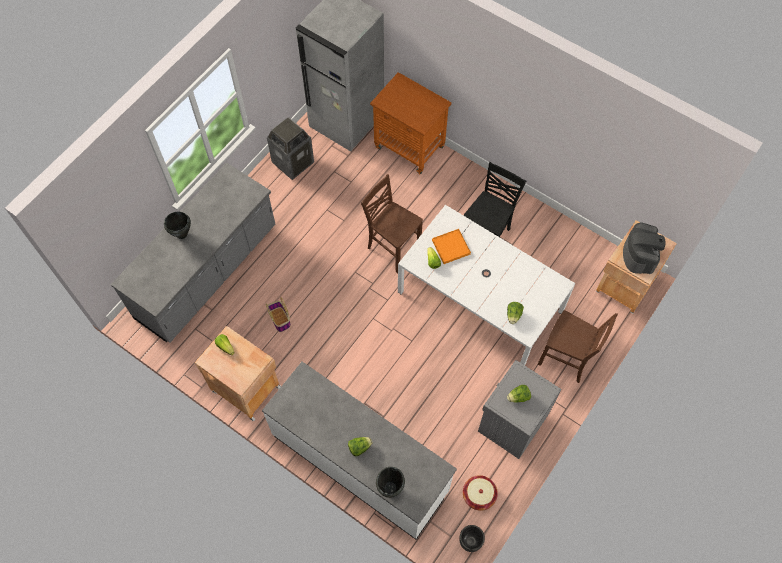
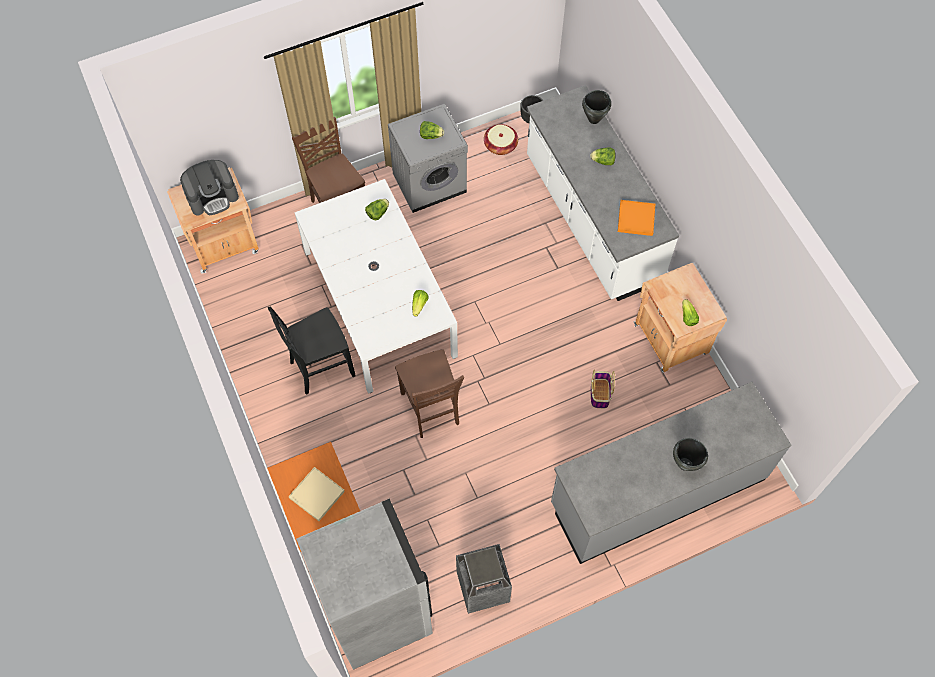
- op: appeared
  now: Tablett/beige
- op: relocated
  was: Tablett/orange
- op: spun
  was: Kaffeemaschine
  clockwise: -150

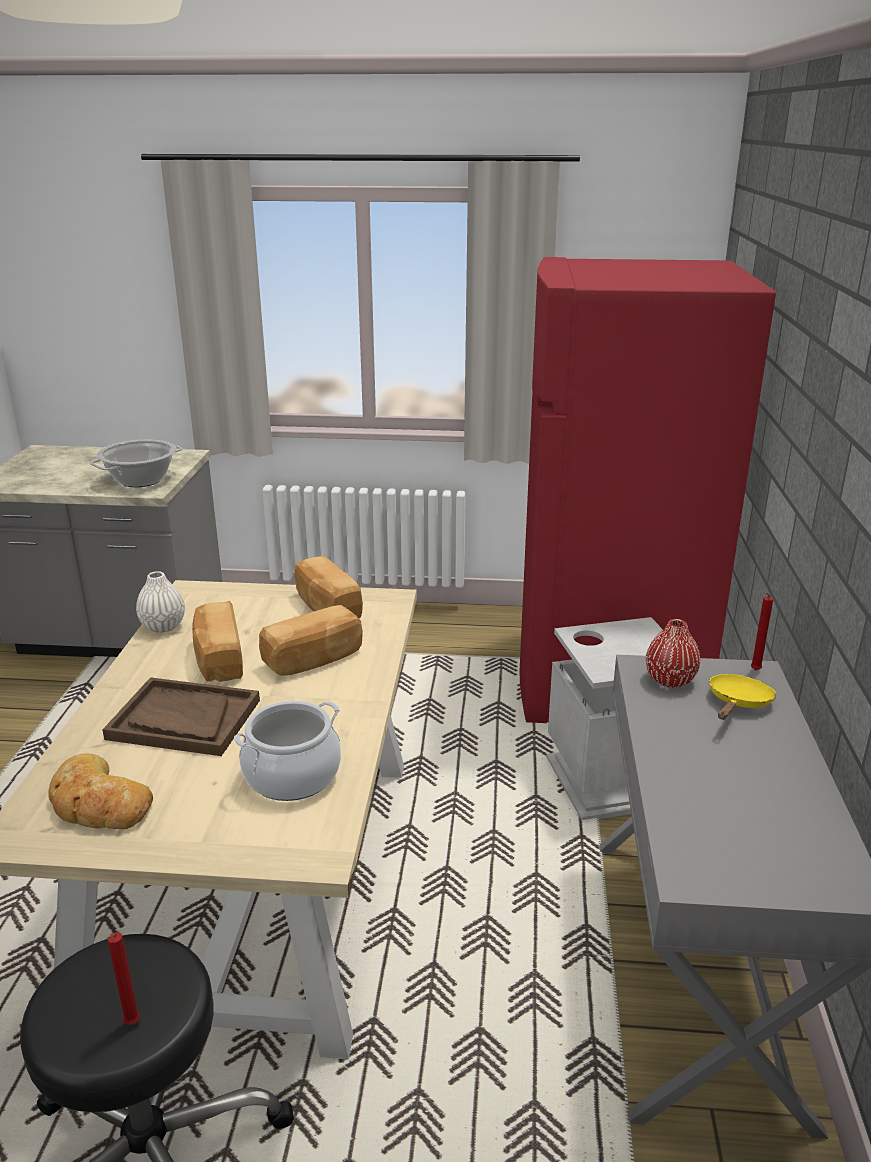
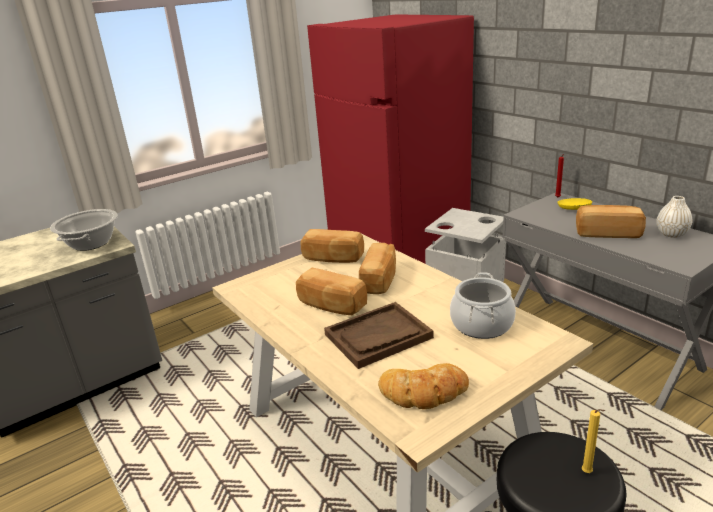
- op: missing
  was: Vase/rot
- op: appeared
  now: Brot (no. 5 from left)
- op: relocated
  was: Vase/weiß
- op: colour
  was: Kerze/rot (no. 1 from left)
  now: Kerze/gelb

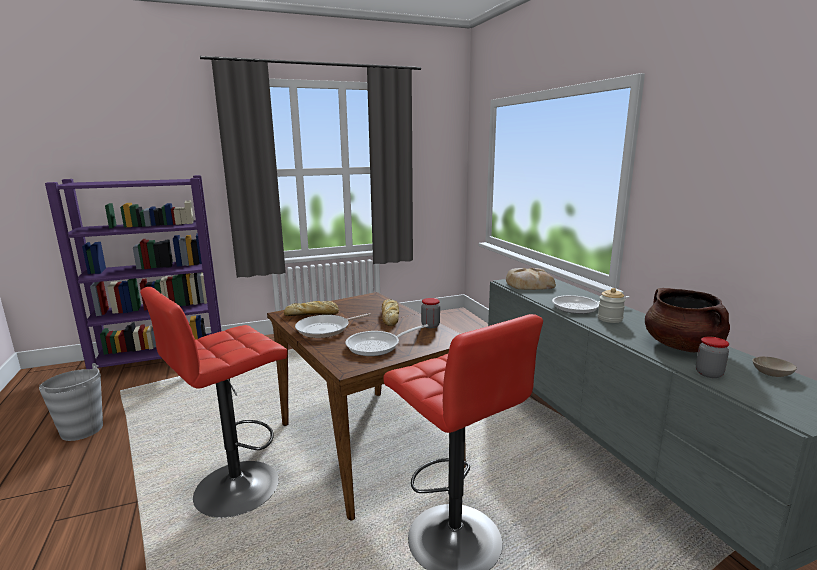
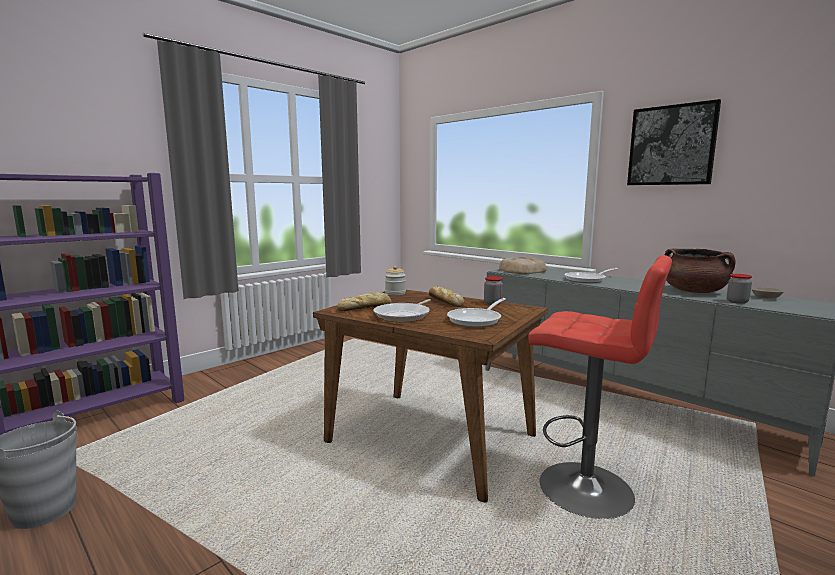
- op: missing
  was: Hocker/rot (no. 1 from left)
- op: appeared
  now: Bild
- op: relocated
  was: Vorratsglas (no. 2 from left in the first image)
  now: Vorratsglas (no. 1 from left)

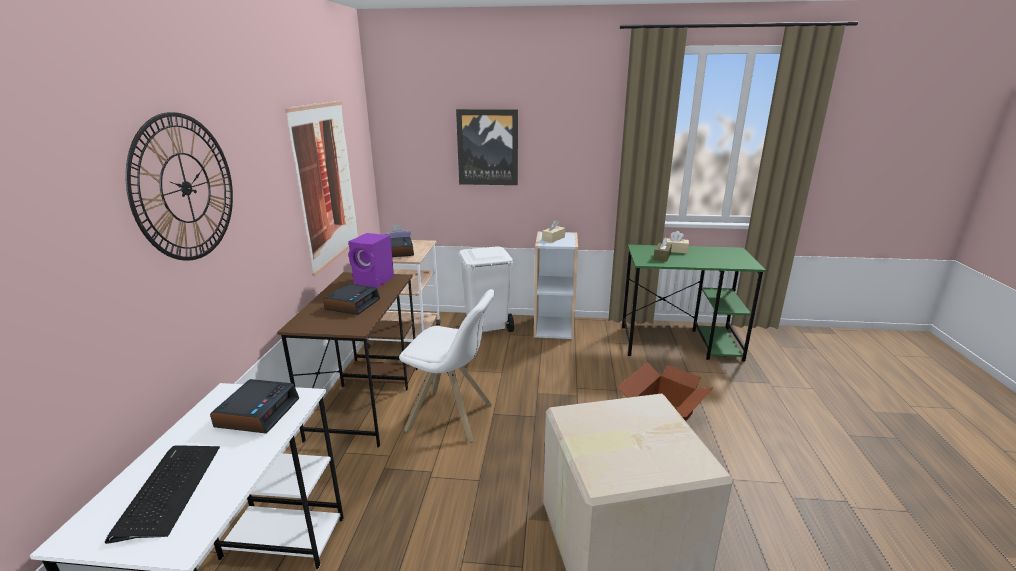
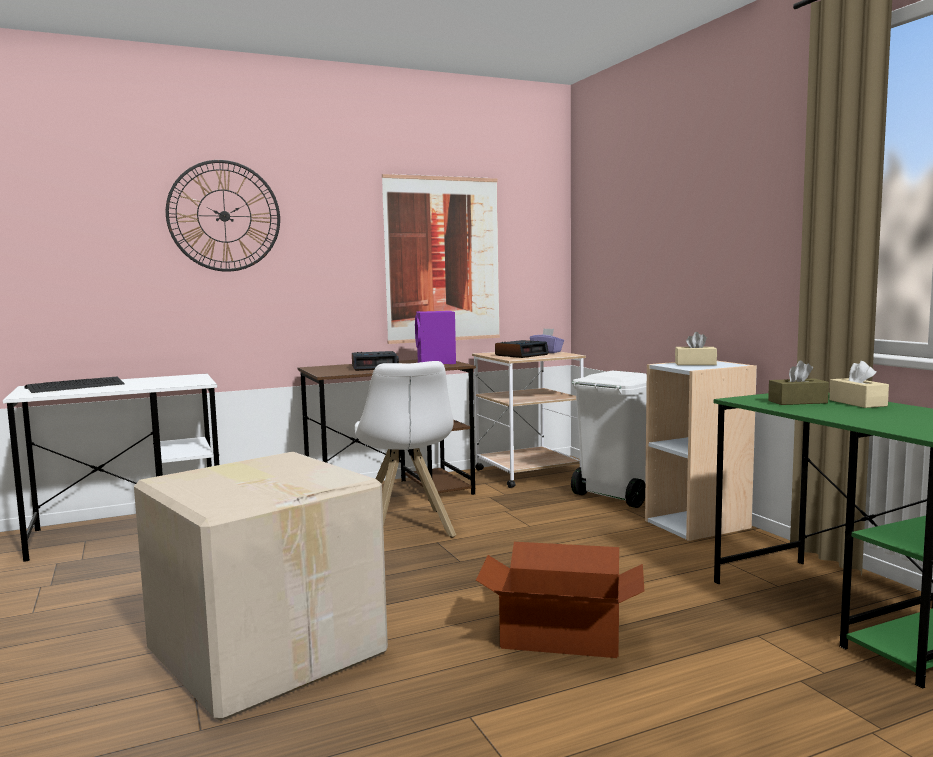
- op: missing
  was: Wecker (no. 1 from left)
- op: missing
  was: Bild (no. 2 from left)

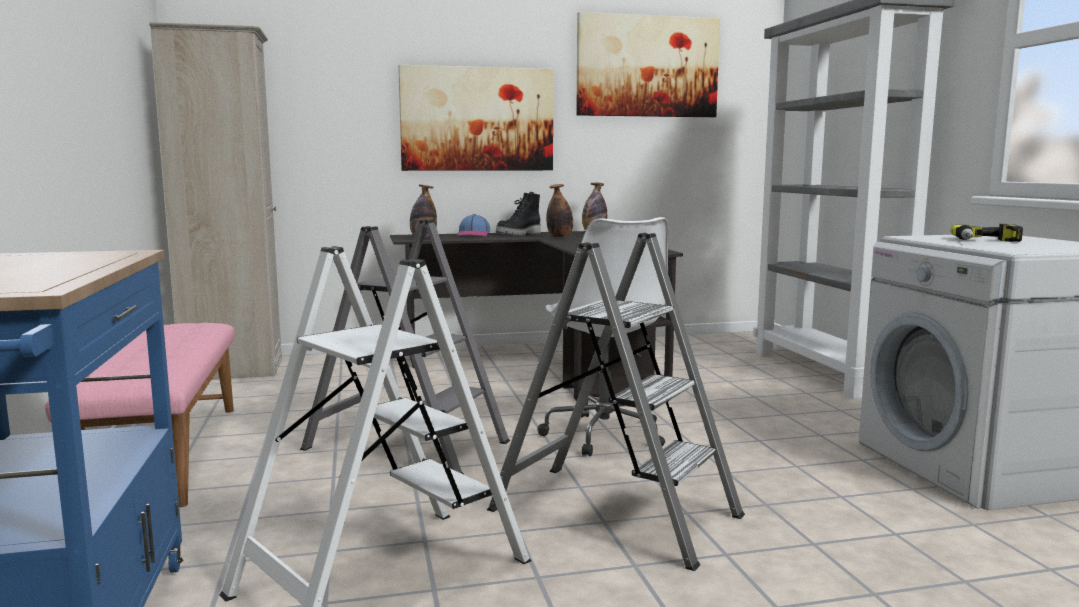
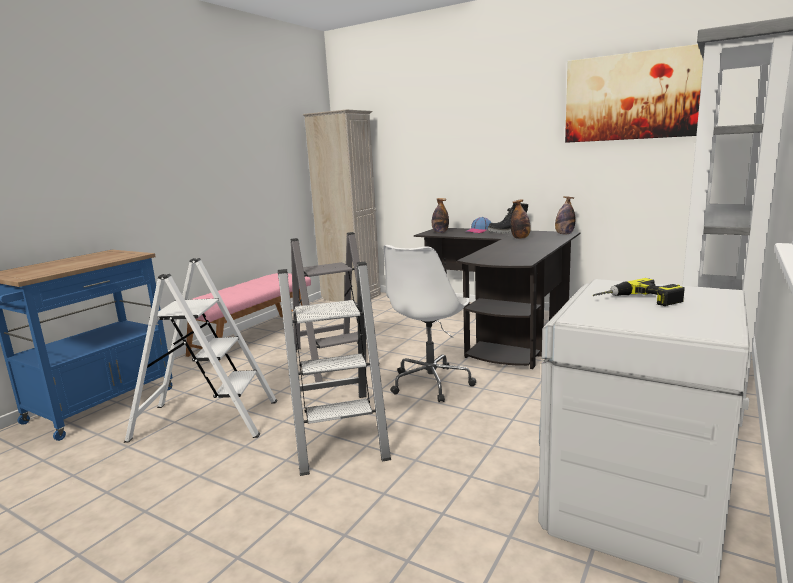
- op: missing
  was: Bild (no. 1 from left)

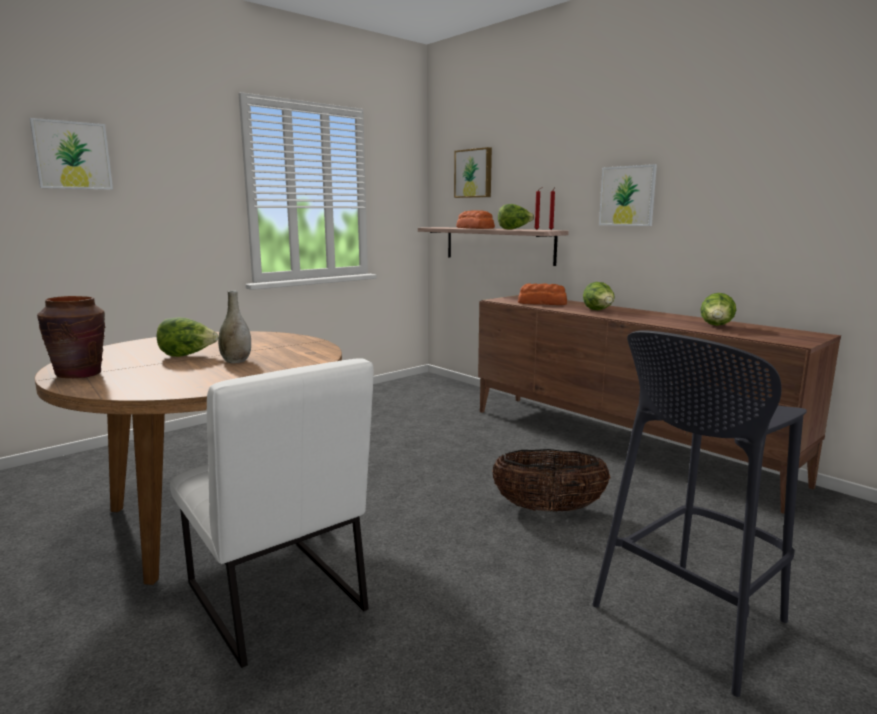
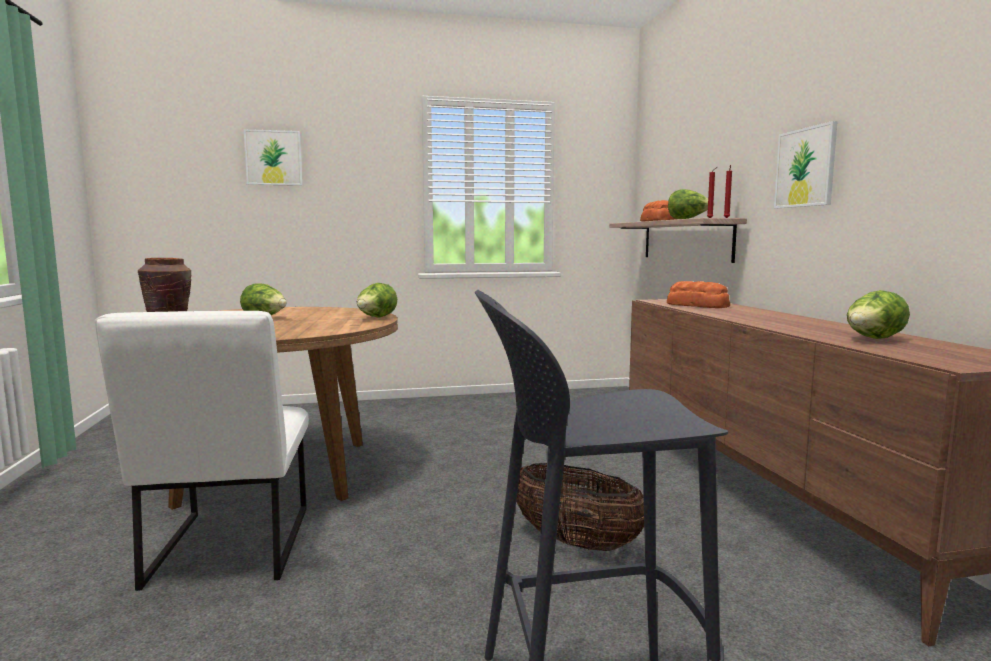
- op: missing
  was: Vase/grau
- op: missing
  was: Bild (no. 2 from left)
- op: relocated
  was: Salatkopf (no. 3 from left in the first image)
  now: Salatkopf (no. 2 from left)

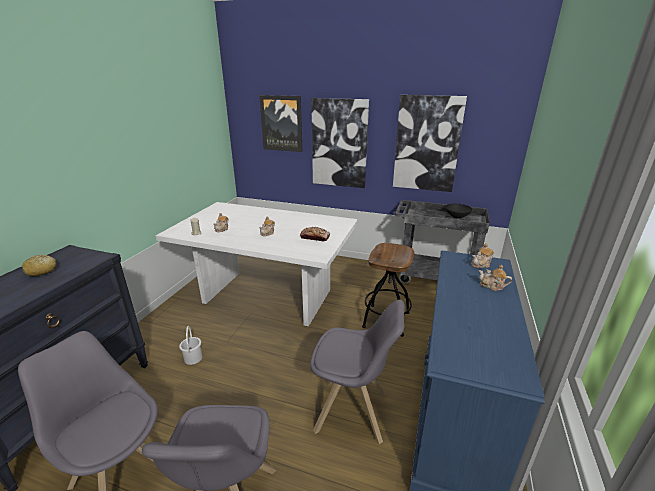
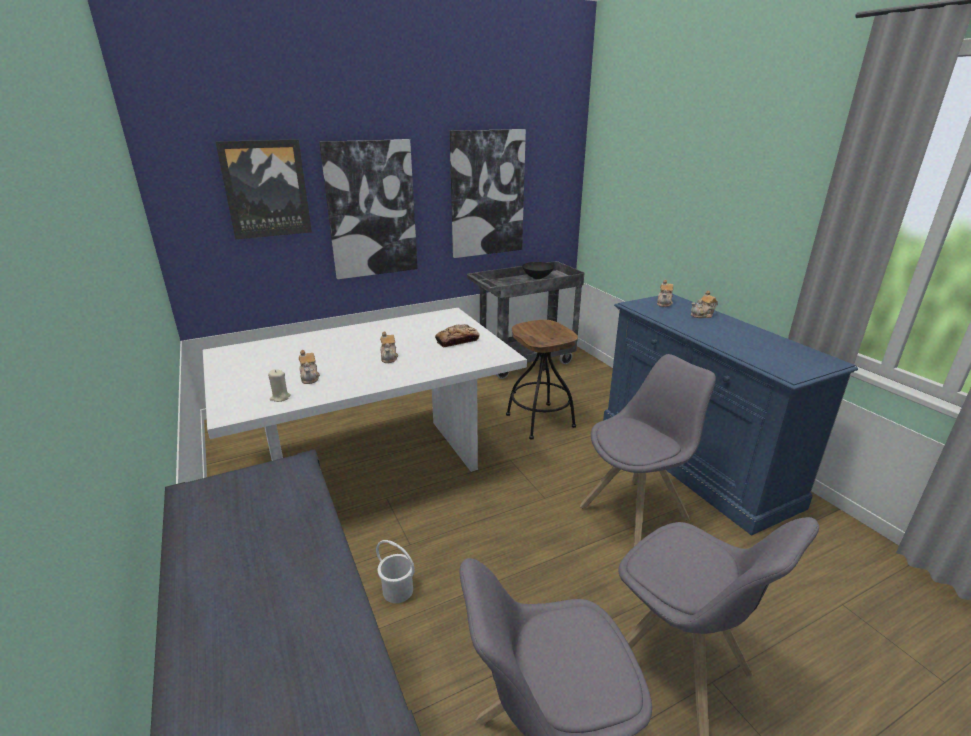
- op: missing
  was: Brot (no. 1 from left)

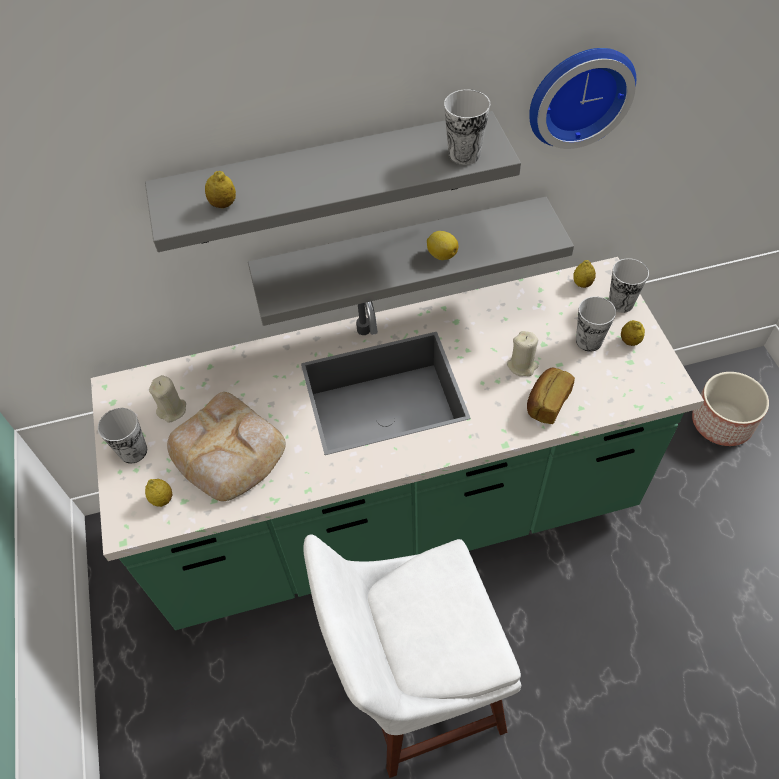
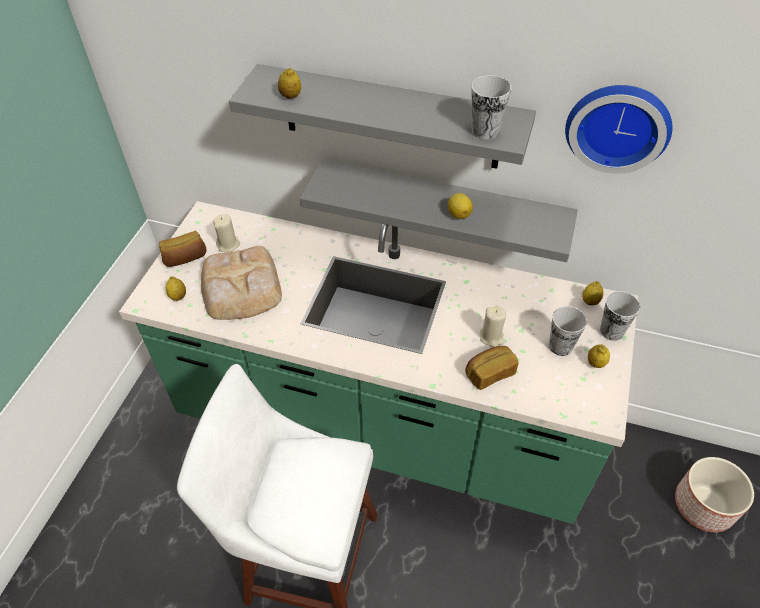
- op: exchanged
  was: Tasse (no. 1 from left)
  now: Brot (no. 1 from left)

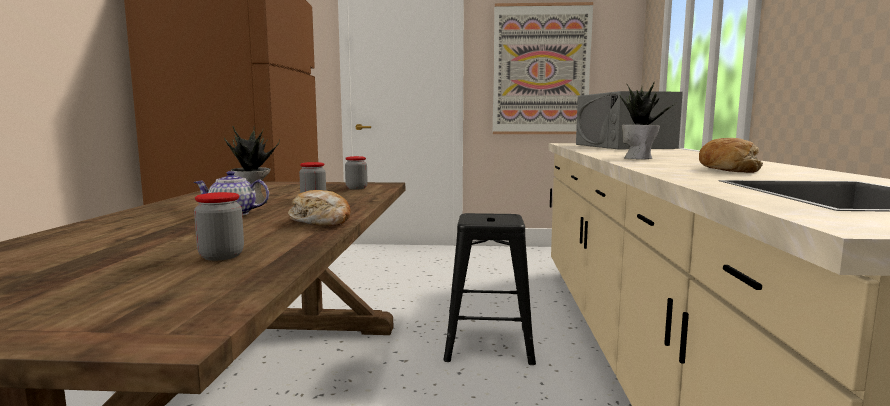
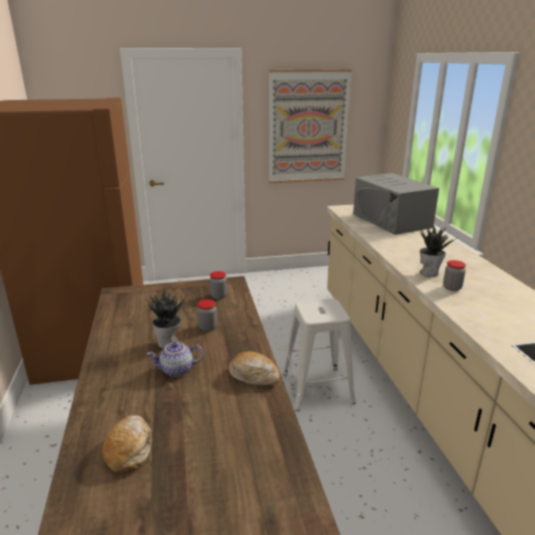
- op: relocated
  was: Vorratsglas (no. 1 from left in the first image)
  now: Vorratsglas (no. 3 from left)
- op: relocated
  was: Brot (no. 2 from left in the first image)
  now: Brot (no. 1 from left)
- op: colour
  was: Hocker/schwarz
  now: Hocker/weiß

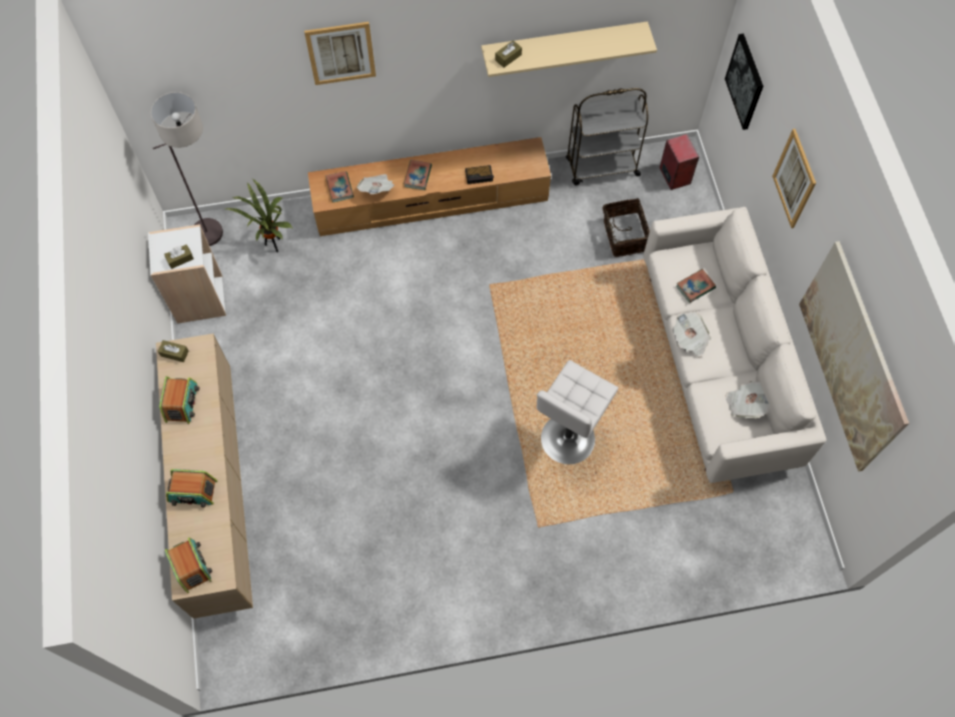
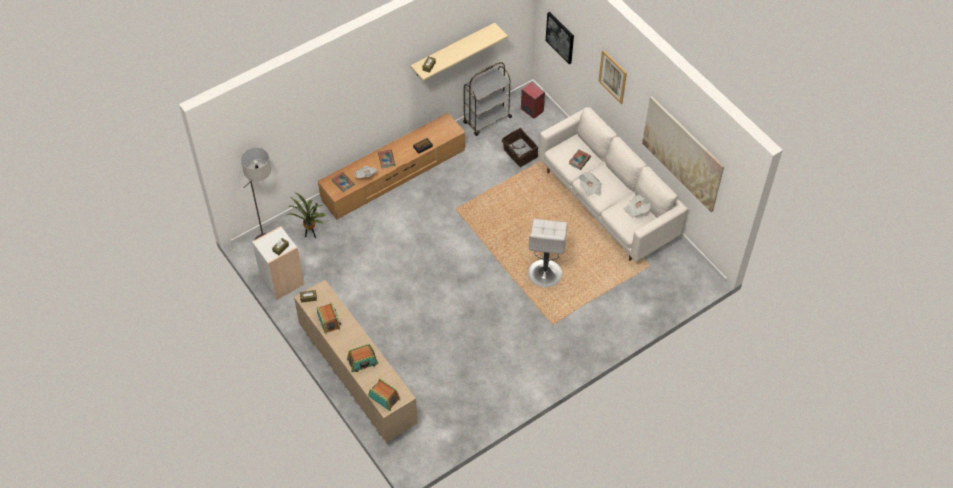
- op: missing
  was: Bild (no. 1 from left)

